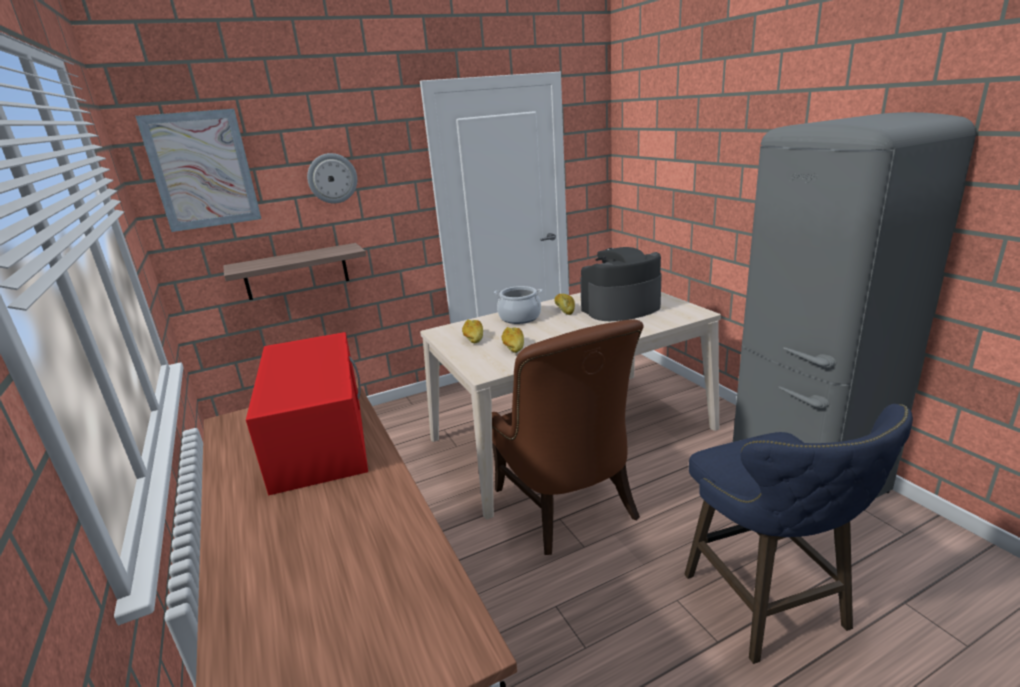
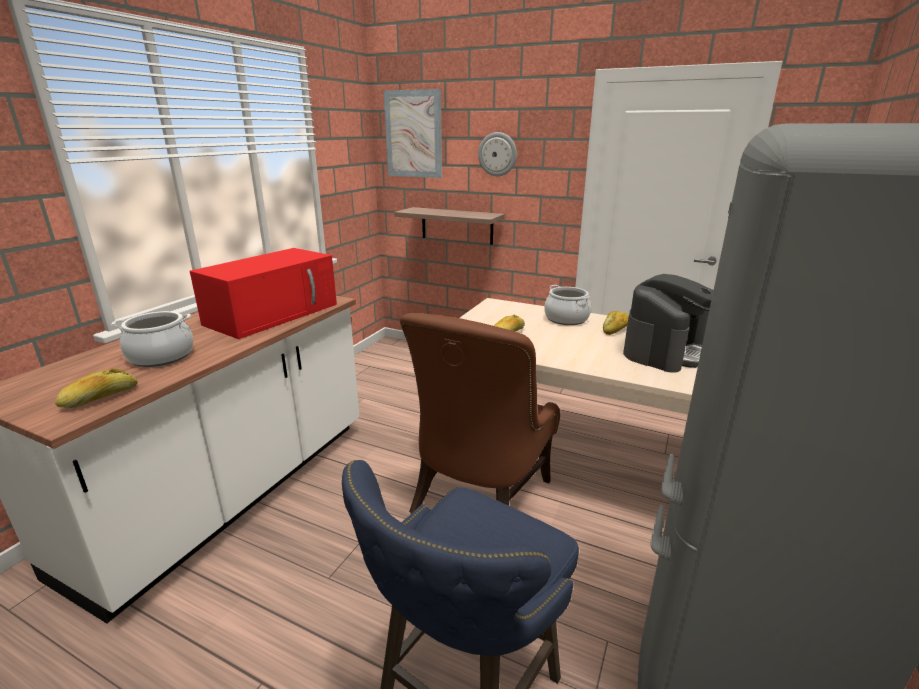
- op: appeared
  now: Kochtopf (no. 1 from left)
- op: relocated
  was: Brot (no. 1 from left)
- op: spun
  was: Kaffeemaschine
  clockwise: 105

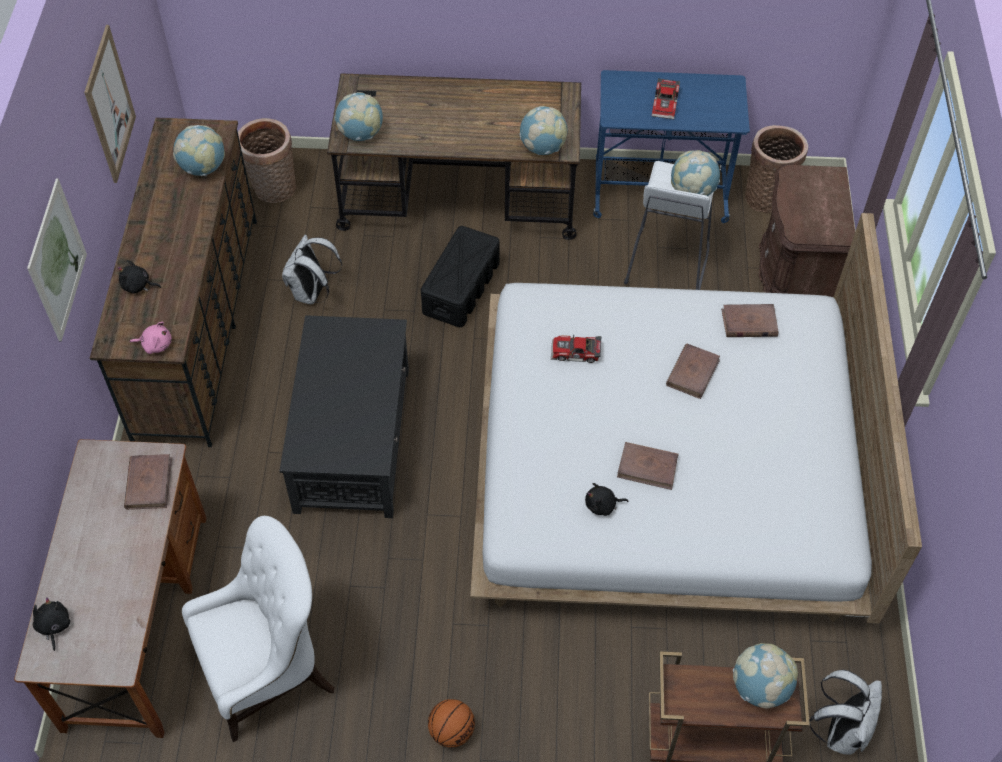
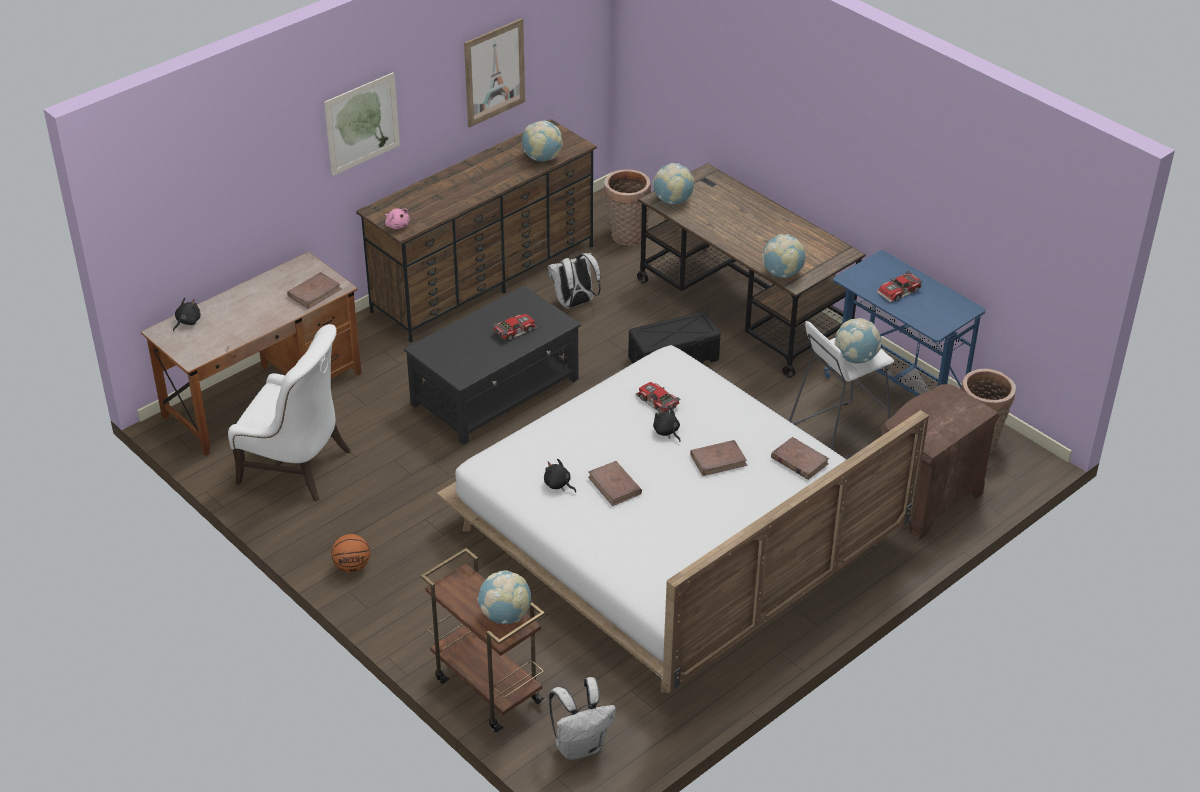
- op: appeared
  now: Spielzeugauto (no. 1 from left)
- op: relocated
  was: Plüschtier/schwarz (no. 2 from left in the first image)
  now: Plüschtier/schwarz (no. 3 from left)

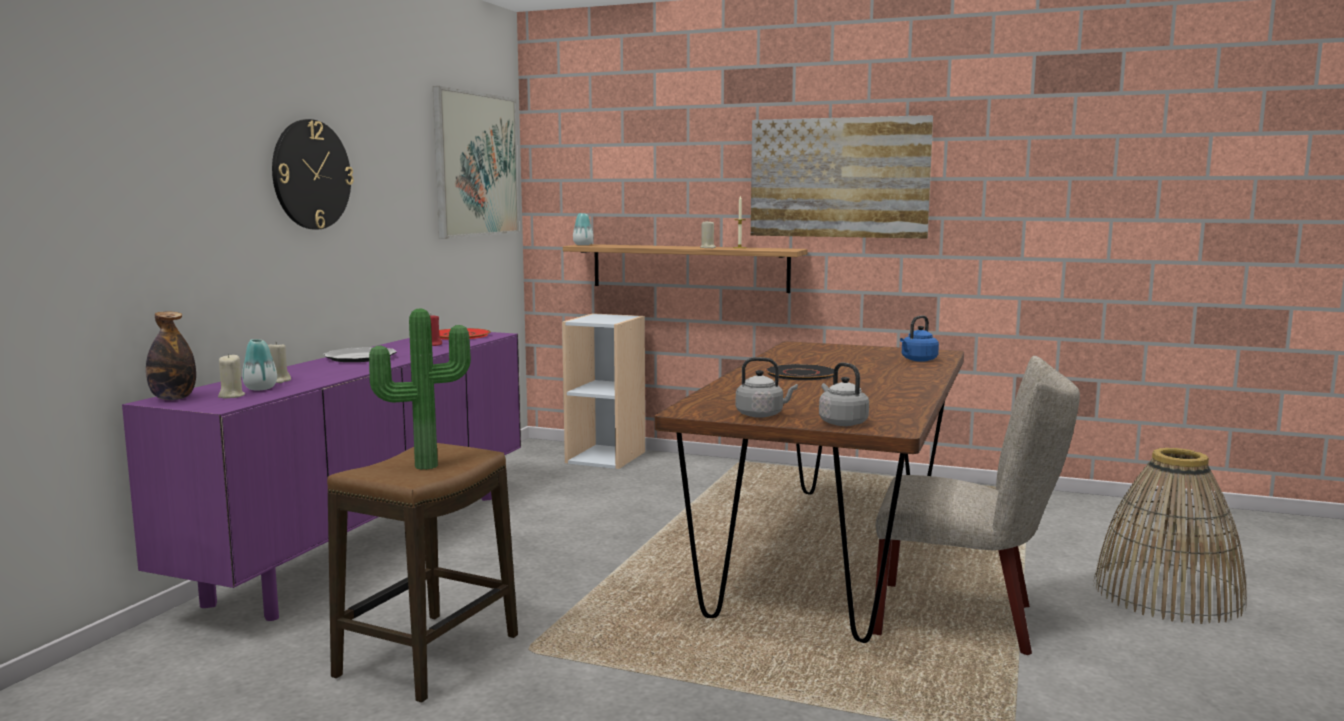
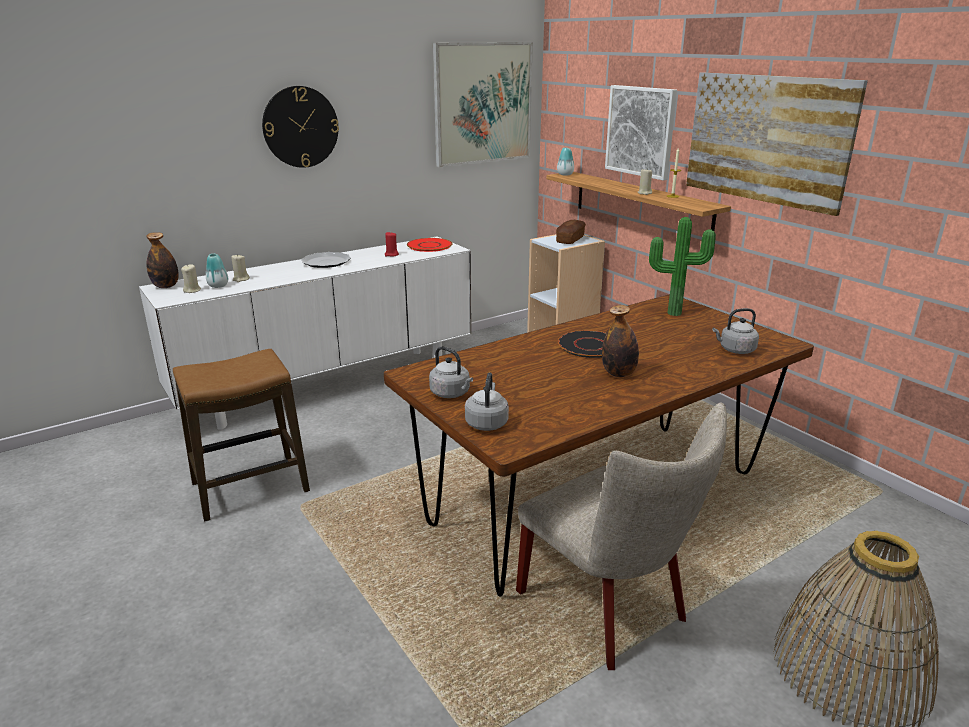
- op: appeared
  now: Brot
- op: appeared
  now: Flasche (no. 2 from left)
- op: appeared
  now: Bild (no. 2 from left)
- op: relocated
  was: Topfpflanze
- op: colour
  was: Schrank/lila
  now: Schrank/weiß
- op: colour
  was: Wasserkessel/blau
  now: Wasserkessel/grau (no. 3 from left)

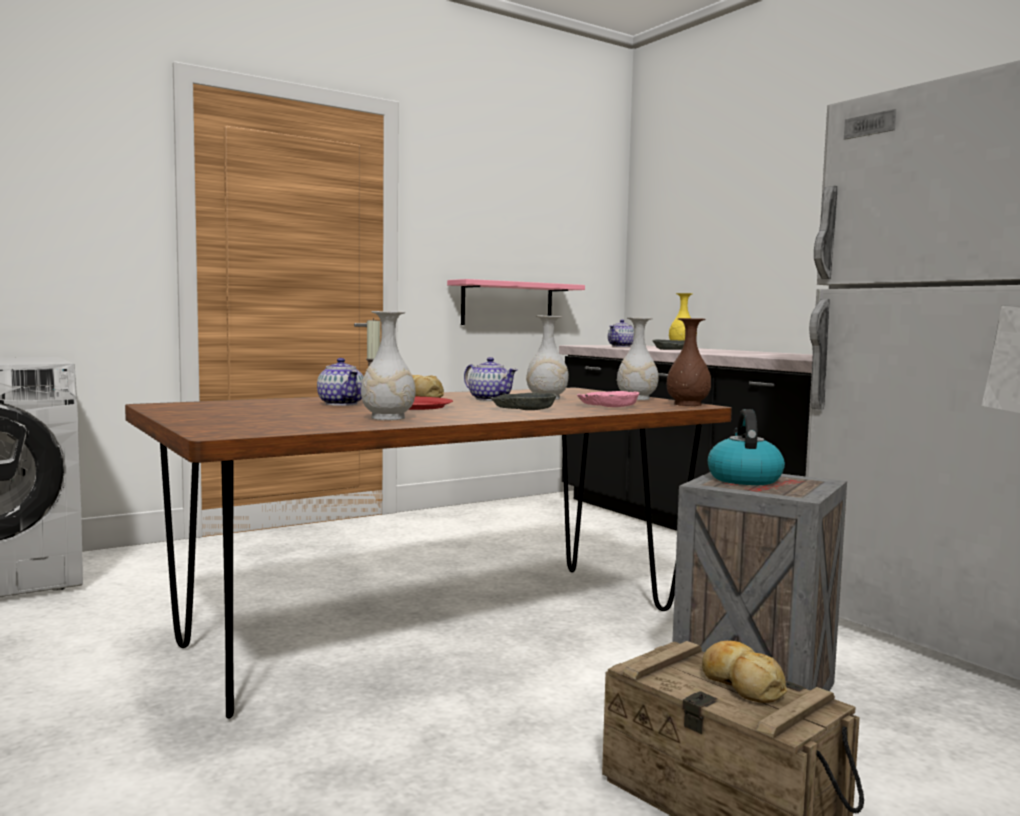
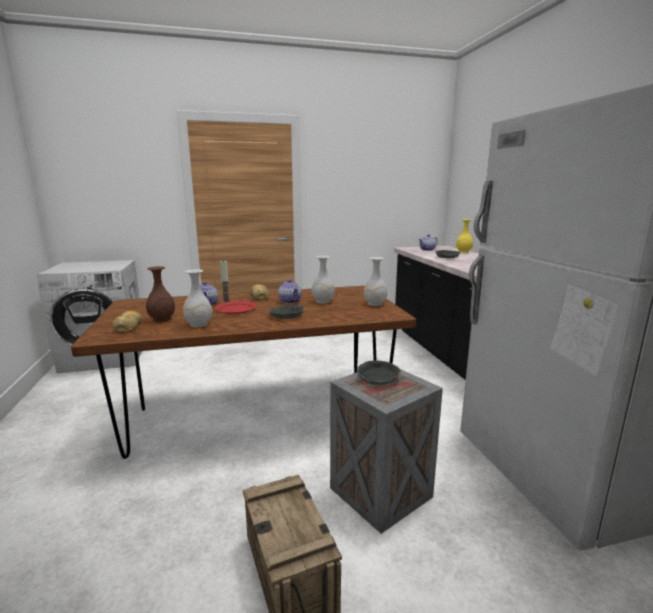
- op: missing
  was: Wandregal/rosa
- op: missing
  was: Schüssel/rosa
- op: relocated
  was: Vase/braun
- op: relocated
  was: Brot (no. 2 from left in the first image)
  now: Brot (no. 1 from left)
- op: exchanged
  was: Wasserkessel
  now: Schüssel/grau (no. 2 from left)

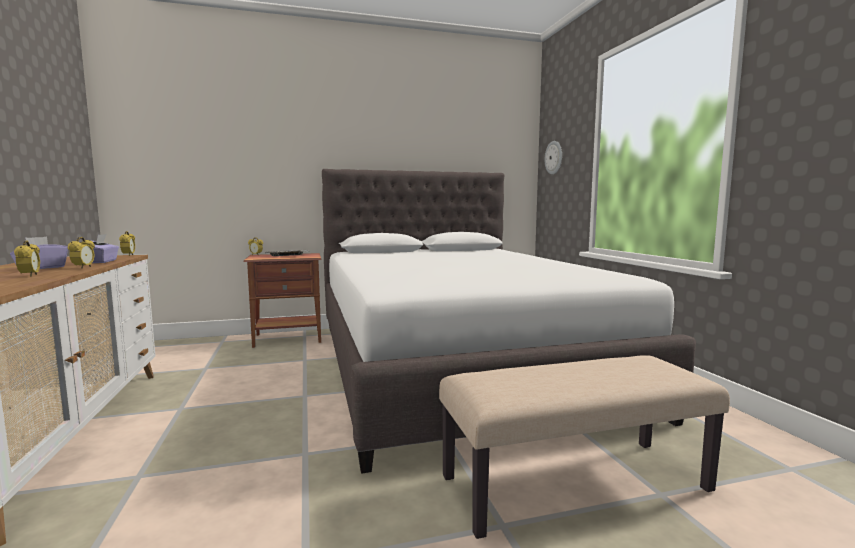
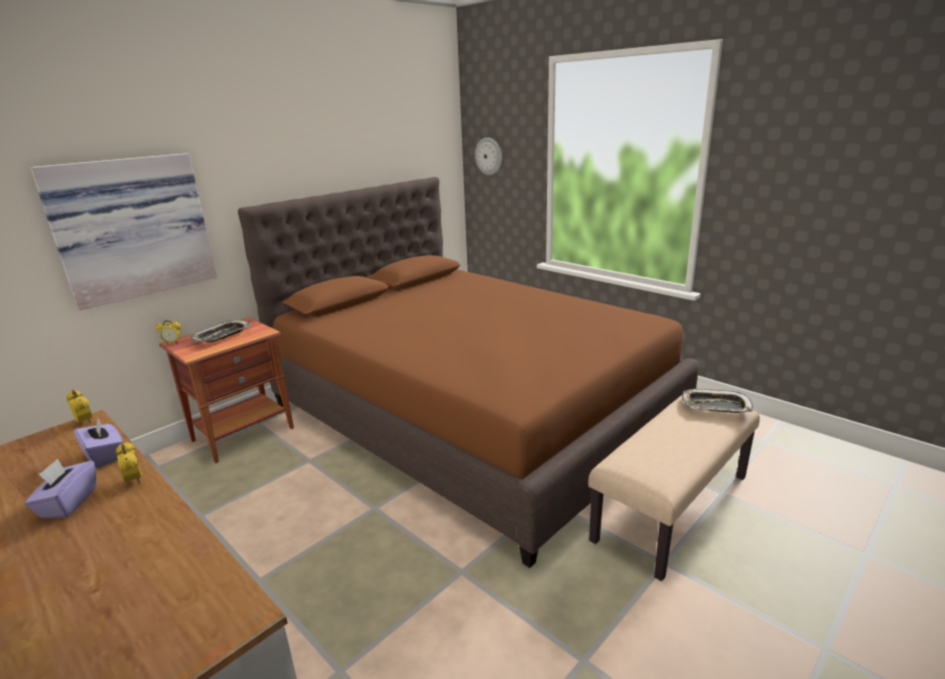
- op: missing
  was: Wecker (no. 1 from left)
- op: appeared
  now: Bild
- op: appeared
  now: Tablett (no. 2 from left)
- op: colour
  was: Bett/weiß
  now: Bett/braun

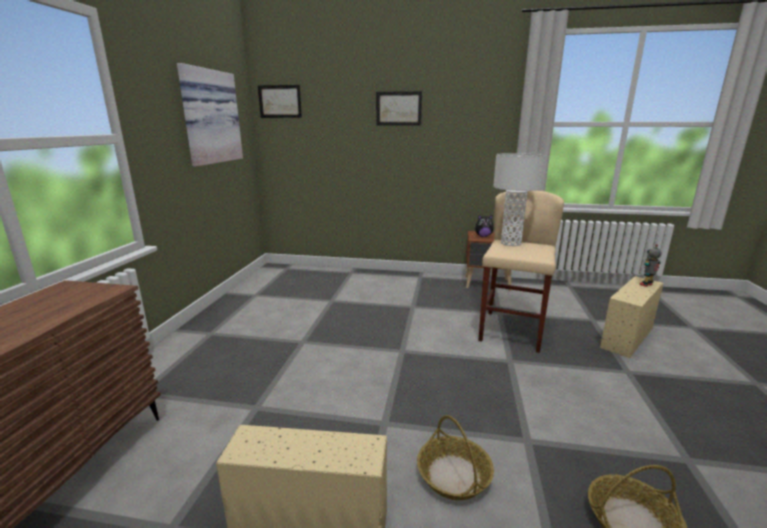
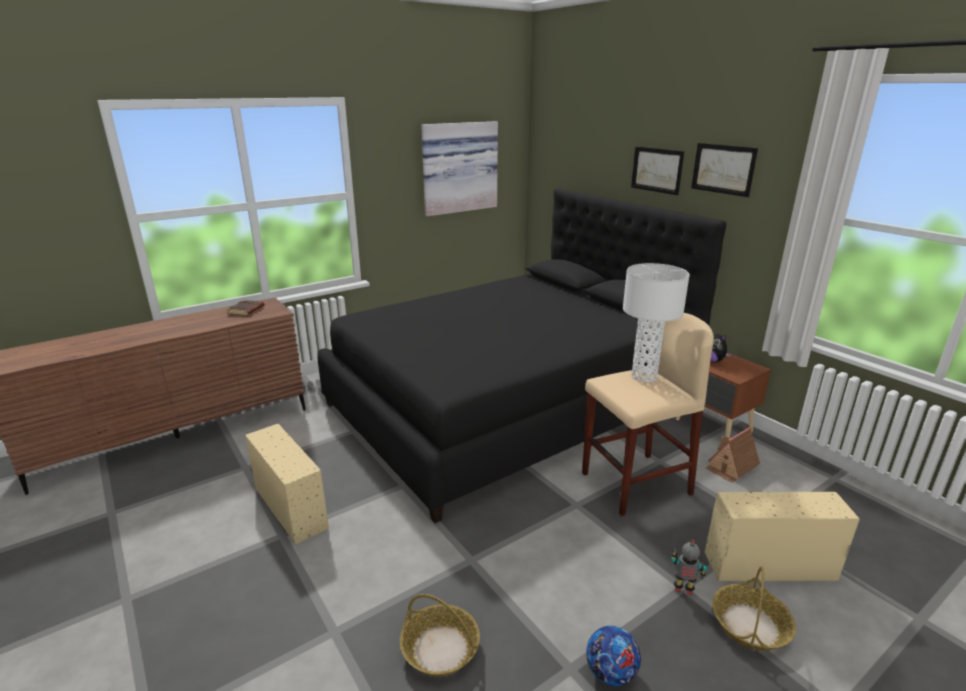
- op: appeared
  now: Buch/braun
- op: appeared
  now: Bett/schwarz
- op: appeared
  now: Fußball
- op: appeared
  now: Spielzeughaus
- op: relocated
  was: Bild (no. 2 from left in the first image)
  now: Bild (no. 3 from left)
- op: relocated
  was: Korb (no. 1 from left in the first image)
  now: Korb (no. 2 from left)
- op: relocated
  was: Spielzeugroboter

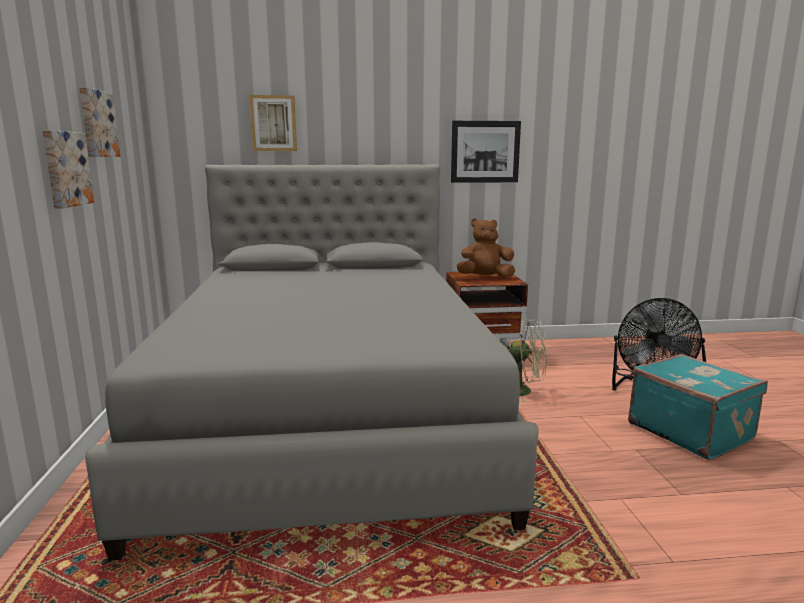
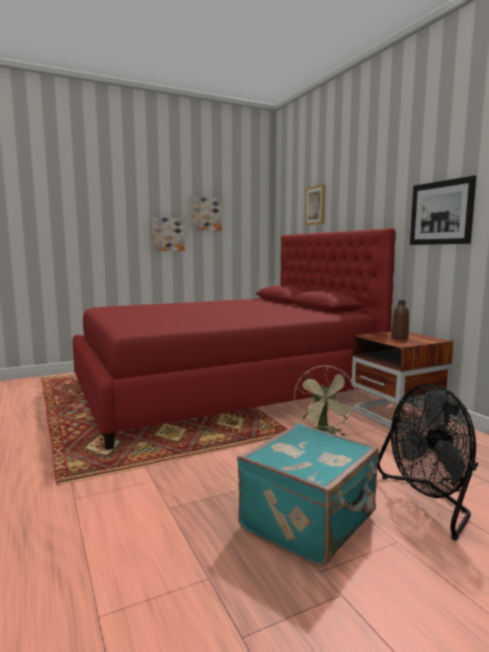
- op: exchanged
  was: Plüschtier/braun
  now: Flasche/braun
- op: colour
  was: Bett/grau
  now: Bett/rot

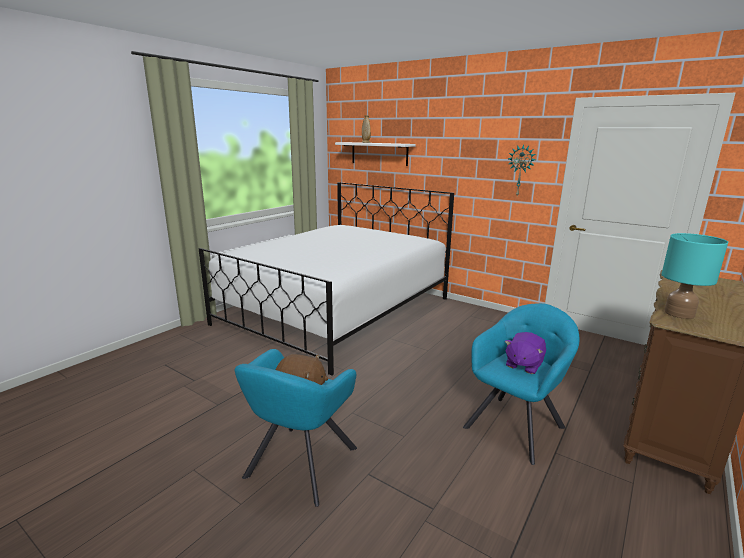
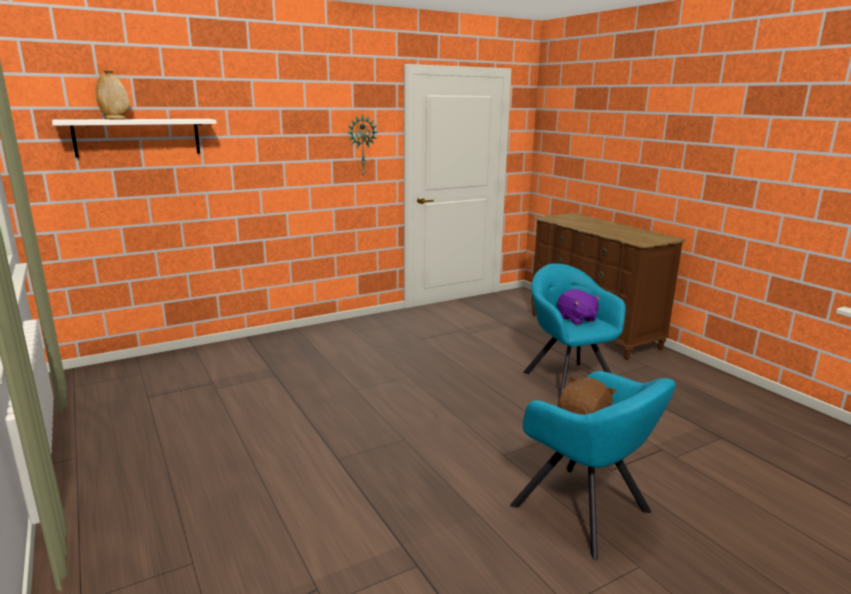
- op: missing
  was: Bett/weiß
- op: missing
  was: Tischlampe/türkis

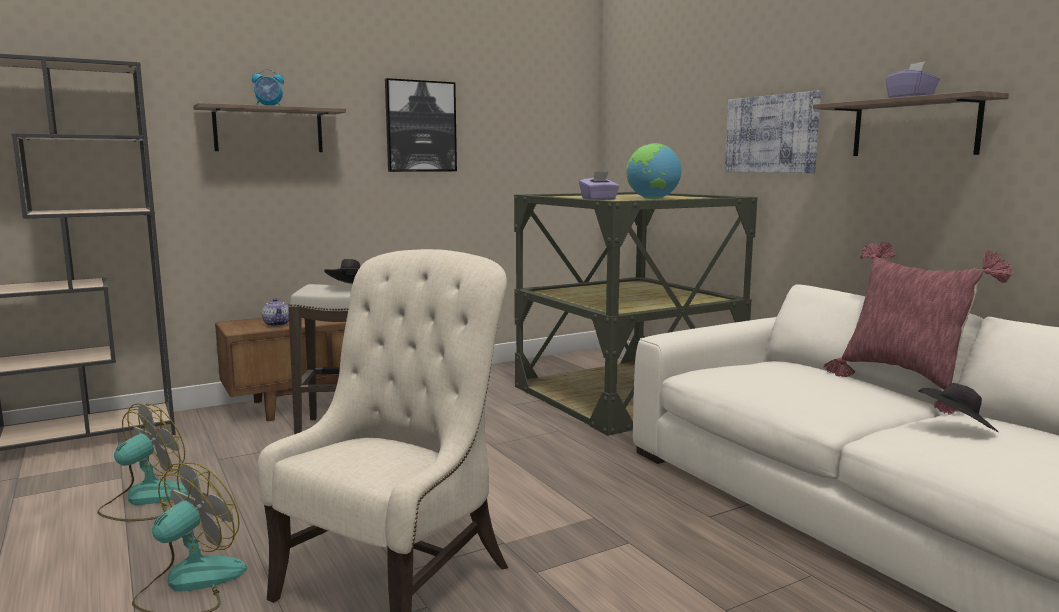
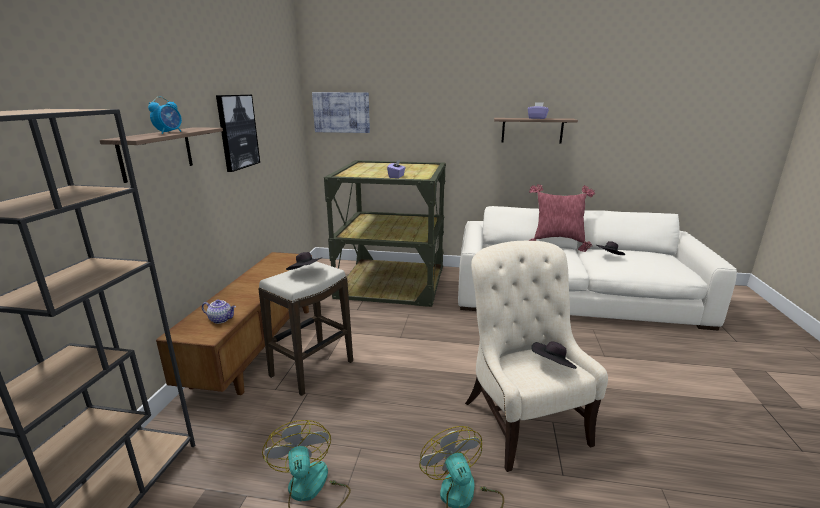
- op: missing
  was: Globus
- op: appeared
  now: Hut/schwarz (no. 2 from left)
- op: relocated
  was: Bild (no. 2 from left)

